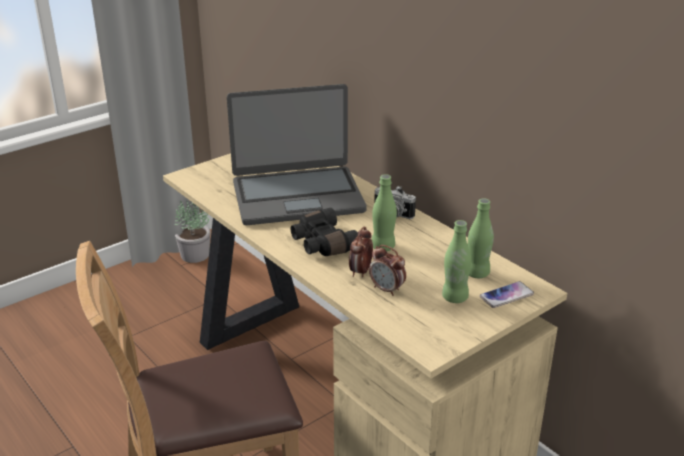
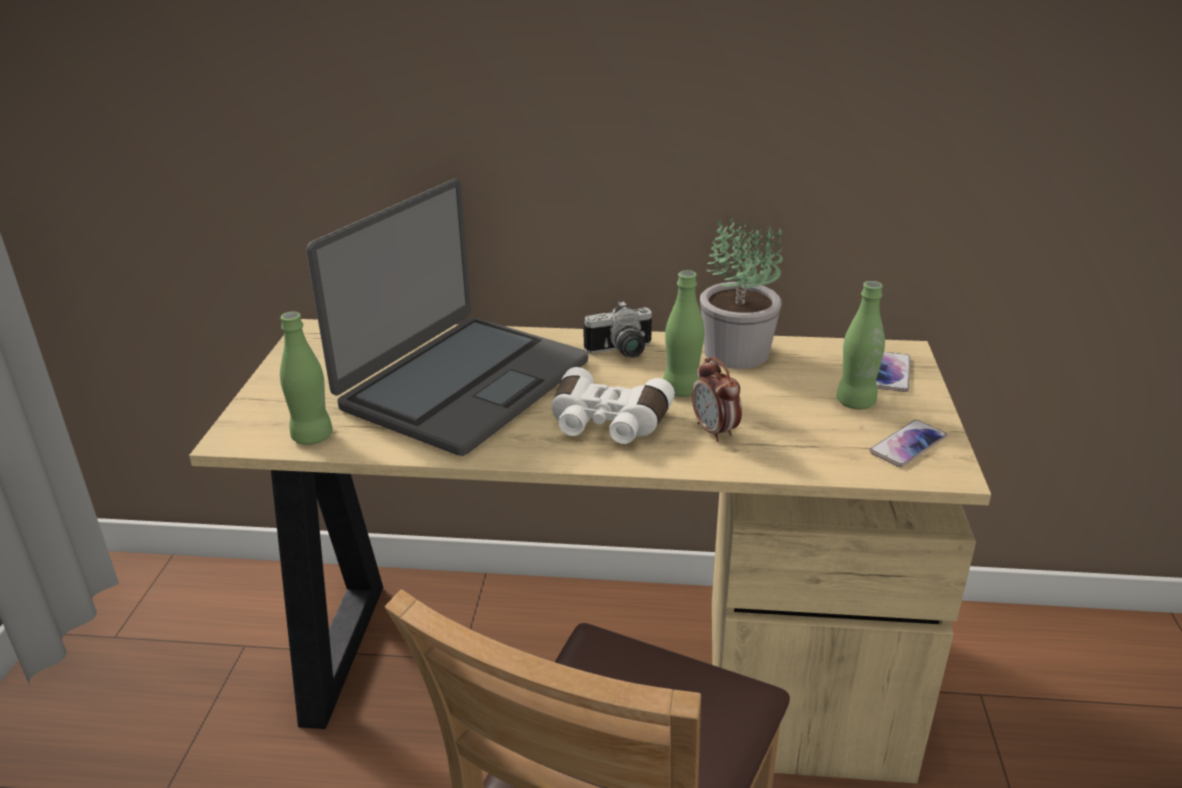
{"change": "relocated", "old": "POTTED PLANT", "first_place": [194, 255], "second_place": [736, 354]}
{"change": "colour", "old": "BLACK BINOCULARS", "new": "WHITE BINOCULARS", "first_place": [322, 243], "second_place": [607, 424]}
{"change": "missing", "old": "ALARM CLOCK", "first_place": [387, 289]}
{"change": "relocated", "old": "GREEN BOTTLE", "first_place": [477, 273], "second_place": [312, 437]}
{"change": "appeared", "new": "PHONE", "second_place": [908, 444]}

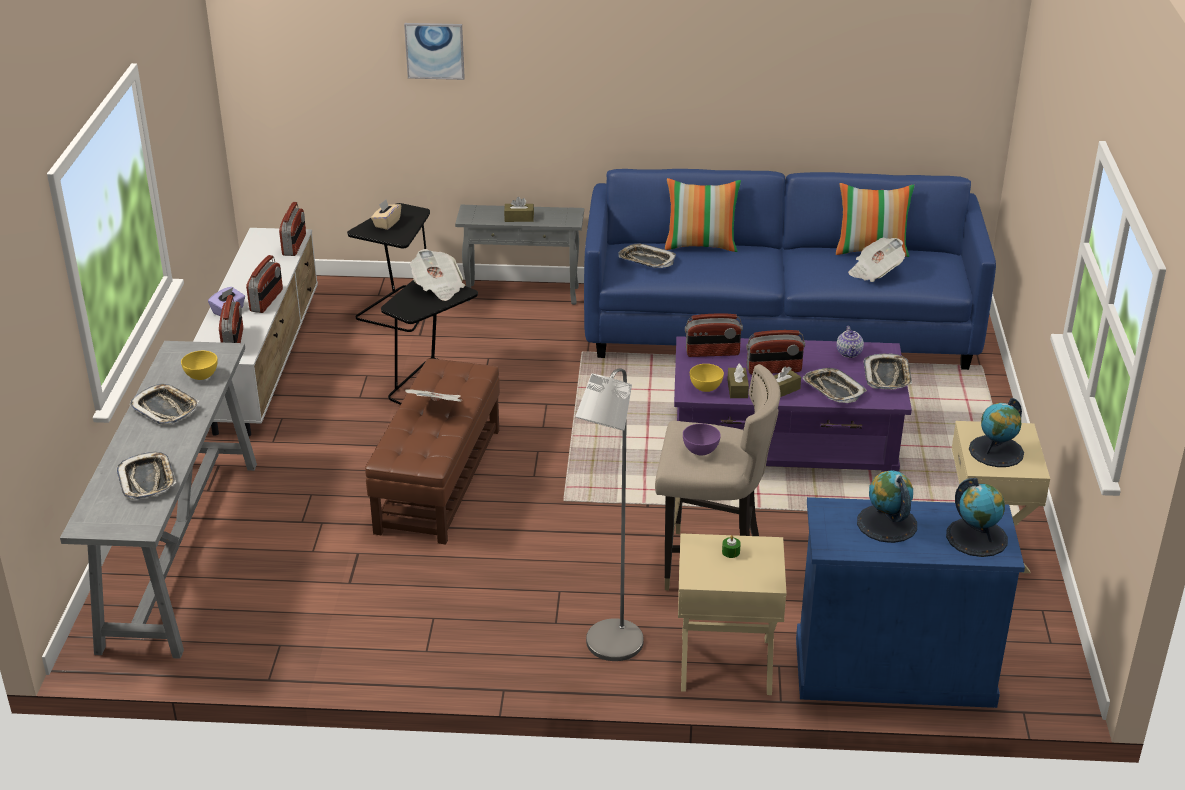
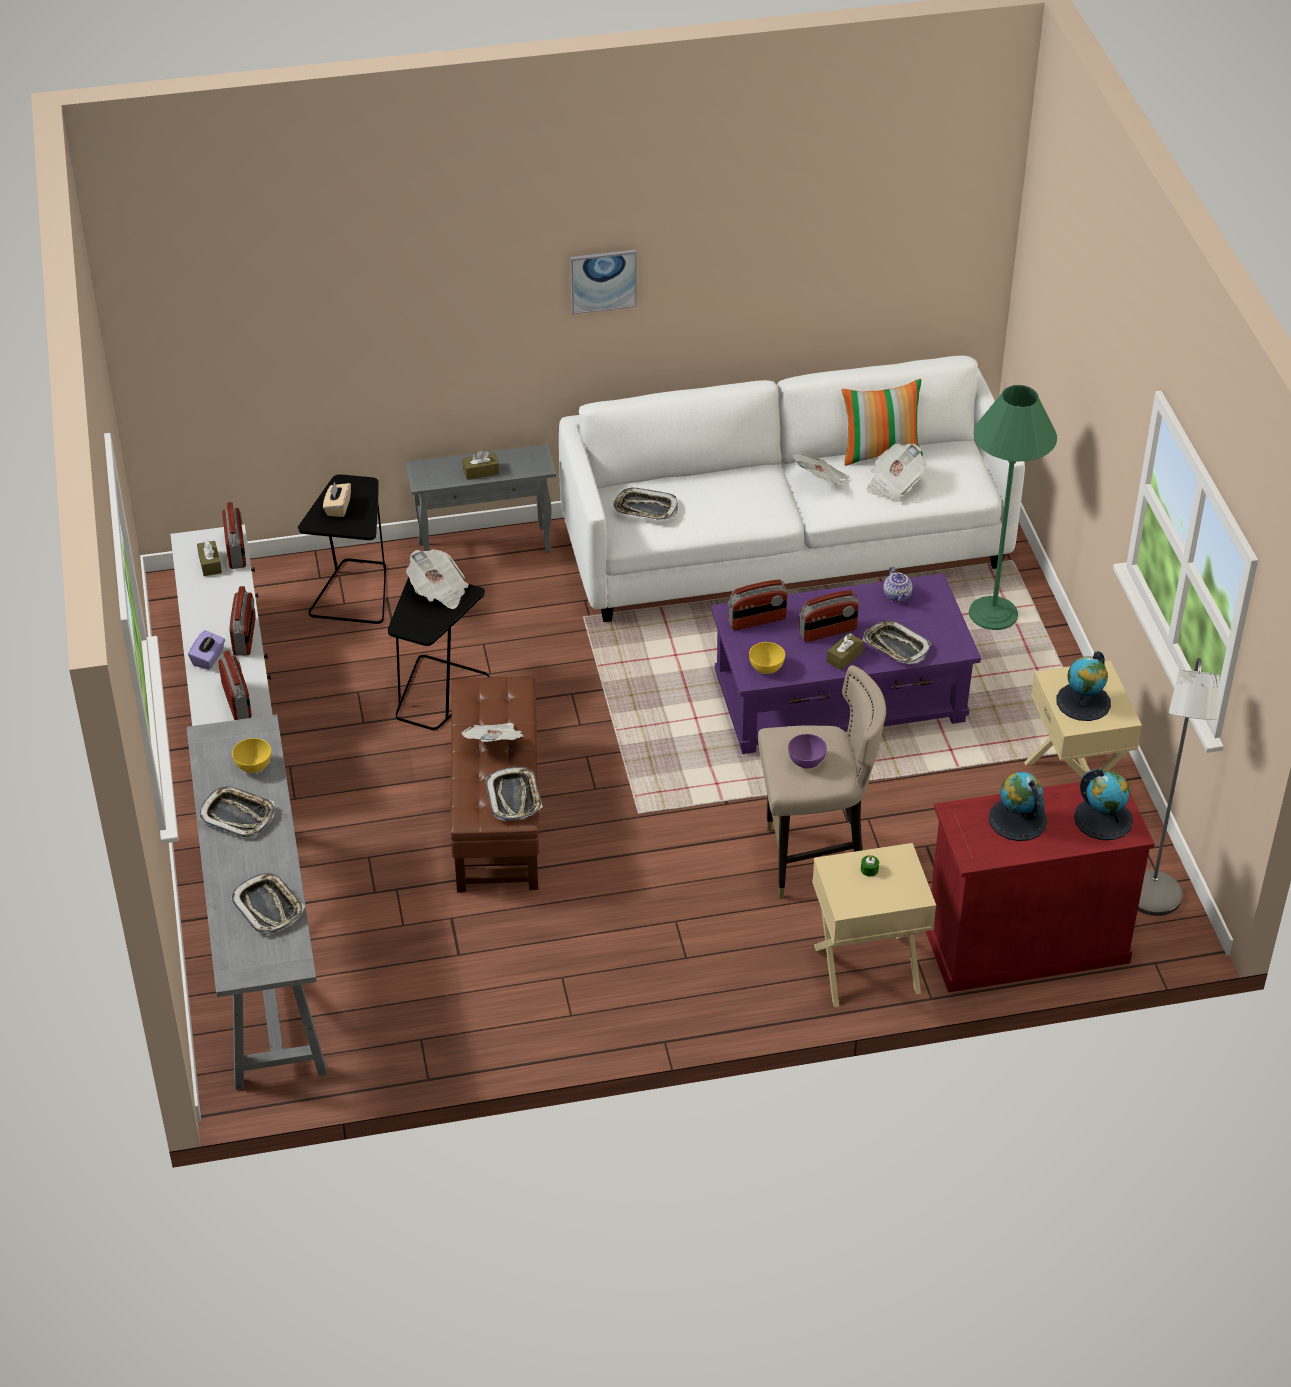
{"change": "relocated", "old": "PICTURE", "first_place": [435, 50], "second_place": [603, 280]}
{"change": "relocated", "old": "GREY FLOOR LAMP", "first_place": [609, 648], "second_place": [1152, 903]}
{"change": "colour", "old": "BLUE SOFA", "new": "WHITE SOFA", "first_place": [779, 328], "second_place": [785, 546]}
{"change": "missing", "old": "PILLOW", "first_place": [701, 245]}
{"change": "relocated", "old": "BROWN TISSUE BOX", "first_place": [737, 389], "second_place": [210, 564]}
{"change": "colour", "old": "BLUE CABINET", "new": "RED CABINET", "first_place": [893, 670], "second_place": [1025, 943]}
{"change": "relocated", "old": "TRAY", "first_place": [887, 376], "second_place": [514, 798]}
{"change": "appeared", "new": "NEWSPAPER", "second_place": [820, 481]}
{"change": "appeared", "new": "GREEN FLOOR LAMP", "second_place": [993, 614]}

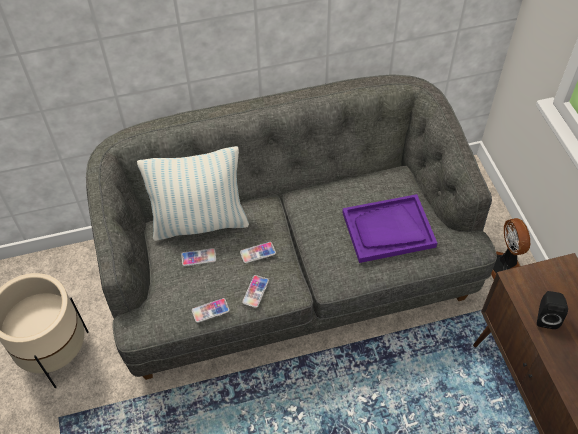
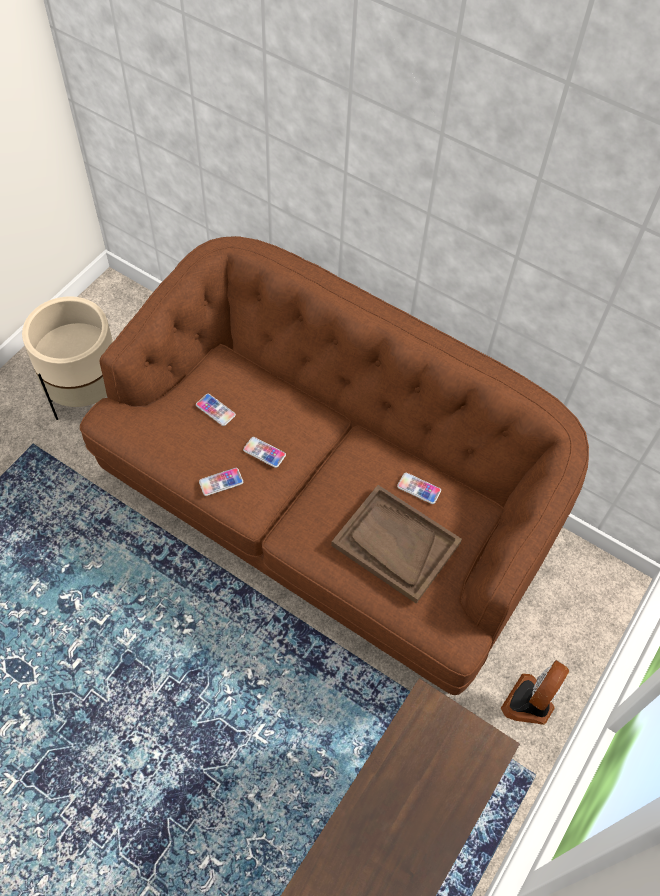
{"change": "colour", "old": "GREY SOFA", "new": "BROWN SOFA", "first_place": [290, 276], "second_place": [326, 512]}
{"change": "missing", "old": "PILLOW", "first_place": [200, 222]}
{"change": "relocated", "old": "PHONE", "first_place": [210, 310], "second_place": [419, 488]}
{"change": "colour", "old": "PURPLE TRAY", "new": "BROWN TRAY", "first_place": [388, 230], "second_place": [395, 544]}
{"change": "missing", "old": "BLACK SPEAKER", "first_place": [546, 317]}

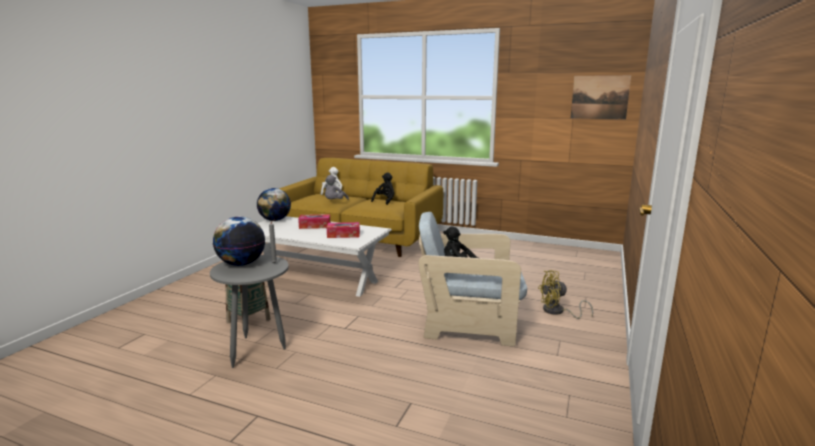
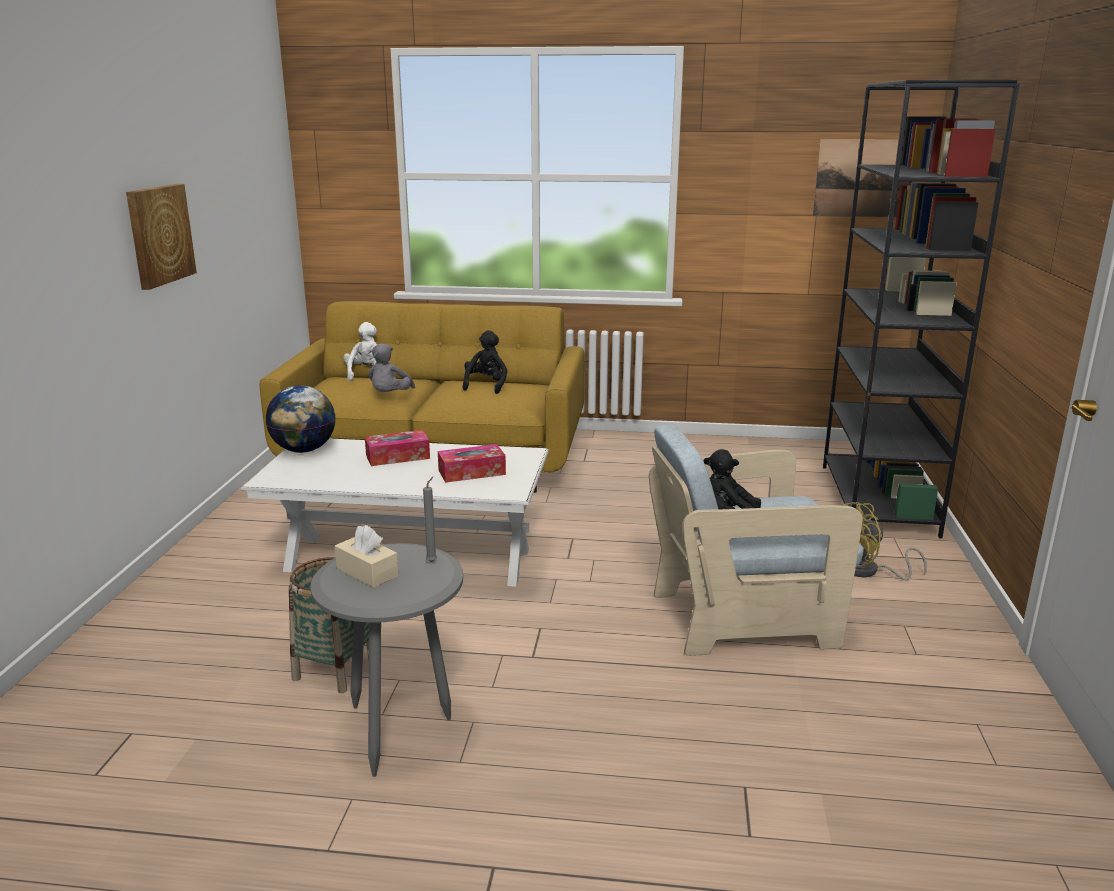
{"change": "exchanged", "old": "GLOBE", "new": "BEIGE TISSUE BOX", "first_place": [241, 264], "second_place": [367, 572]}
{"change": "appeared", "new": "PICTURE", "second_place": [159, 235]}
{"change": "appeared", "new": "BLACK BOOKCASE", "second_place": [878, 500]}

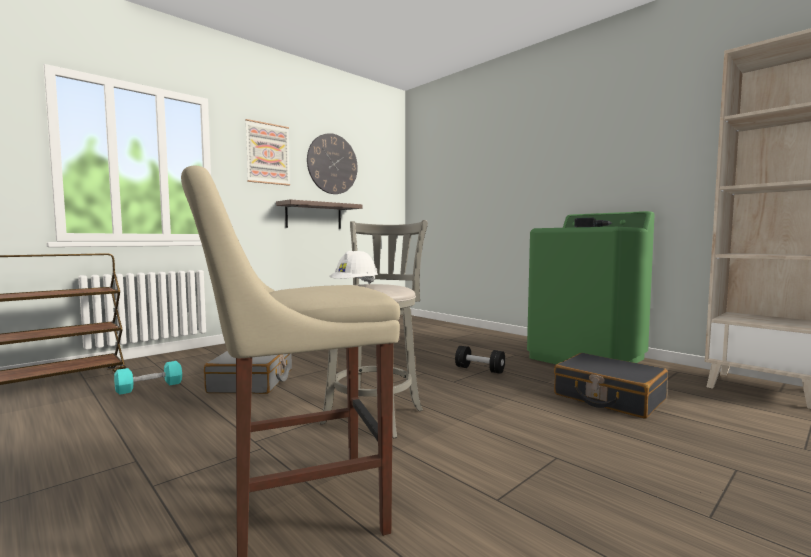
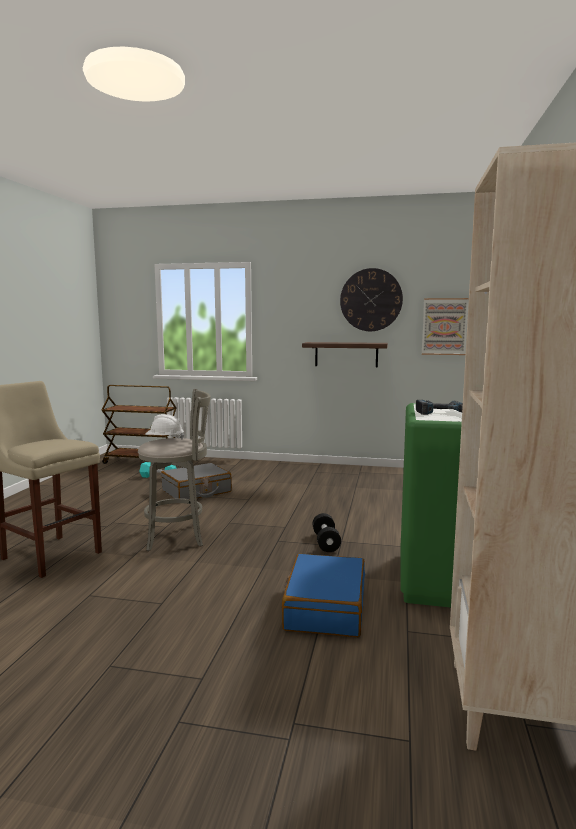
{"change": "relocated", "old": "PICTURE", "first_place": [267, 153], "second_place": [444, 326]}
{"change": "colour", "old": "BLACK SUITCASE", "new": "BLUE SUITCASE", "first_place": [608, 397], "second_place": [324, 608]}

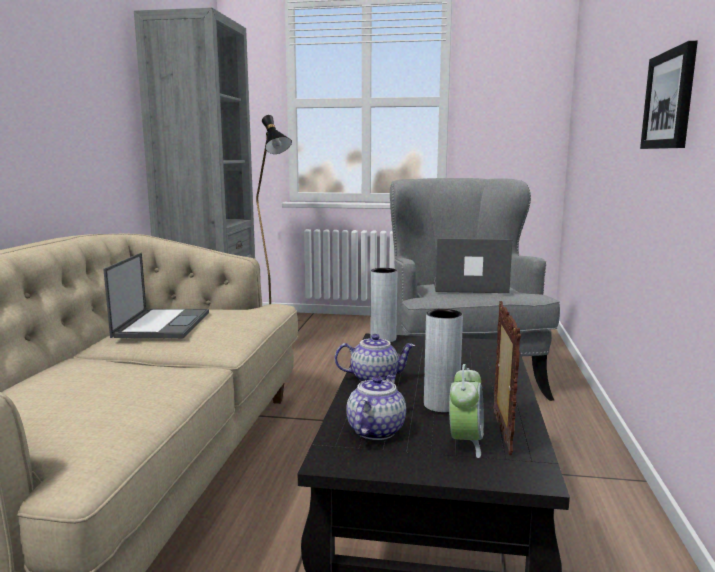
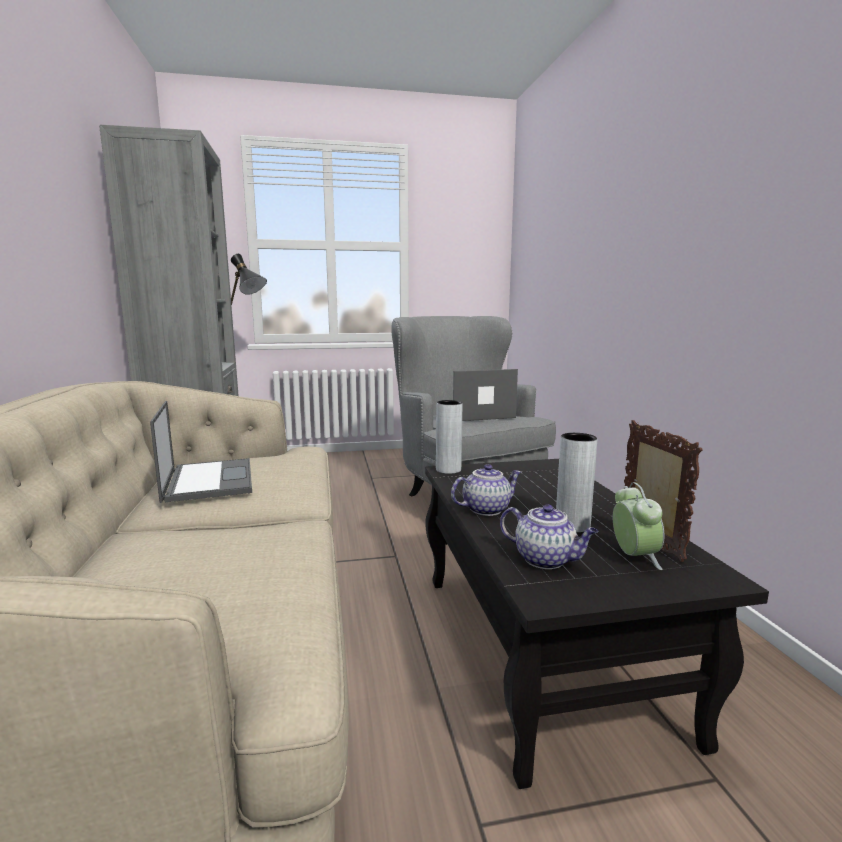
{"change": "spun", "old": "TEAPOT", "first_place": [375, 430], "second_place": [546, 560], "degrees": 120}
{"change": "missing", "old": "PICTURE", "first_place": [670, 100]}

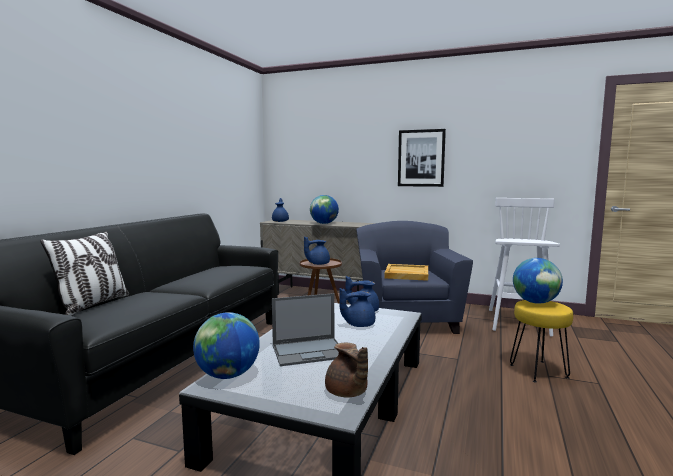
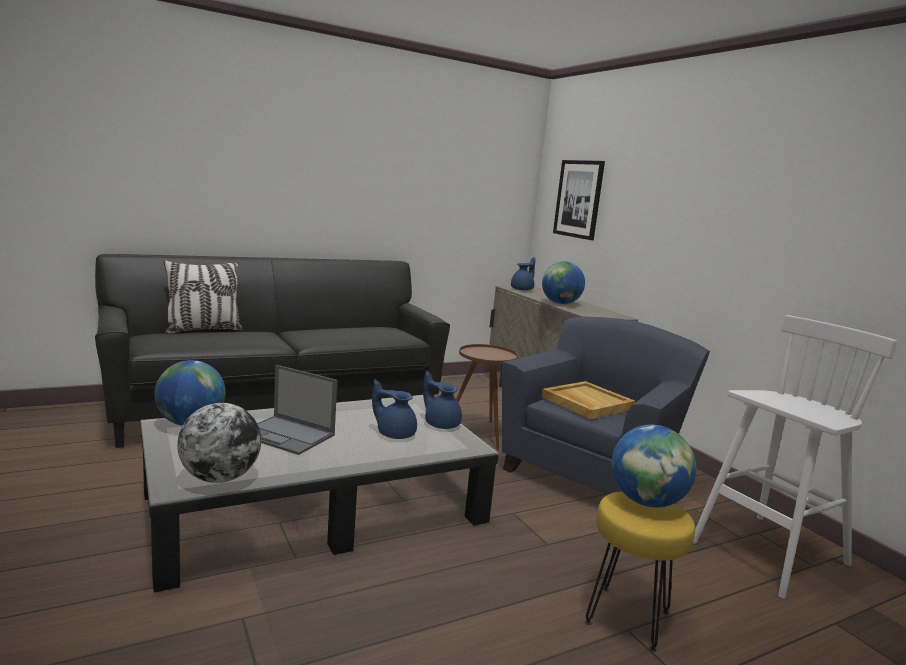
{"change": "missing", "old": "BLUE TEAPOT", "first_place": [317, 264]}
{"change": "exchanged", "old": "BROWN TEAPOT", "new": "GLOBE", "first_place": [347, 393], "second_place": [219, 478]}
{"change": "relocated", "old": "PICTURE", "first_place": [421, 158], "second_place": [578, 199]}

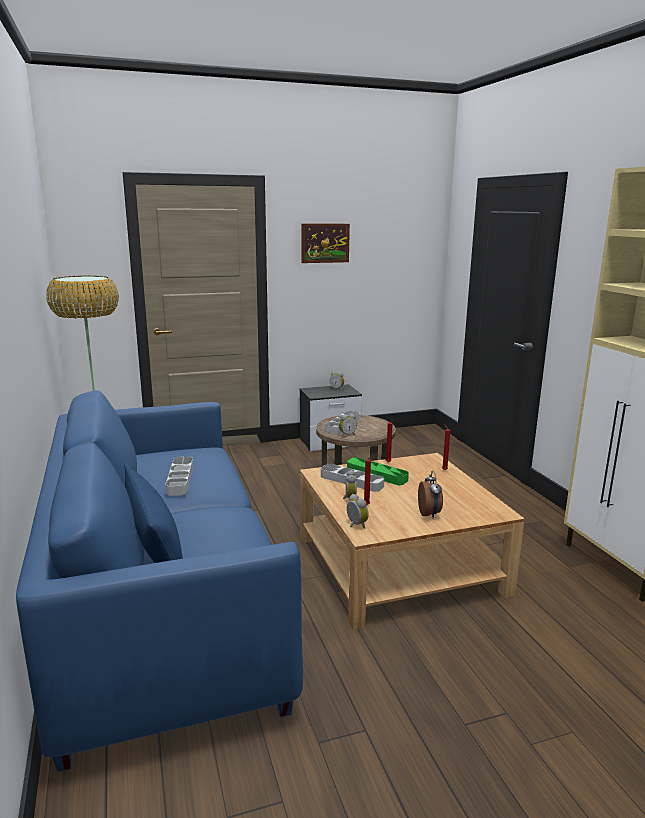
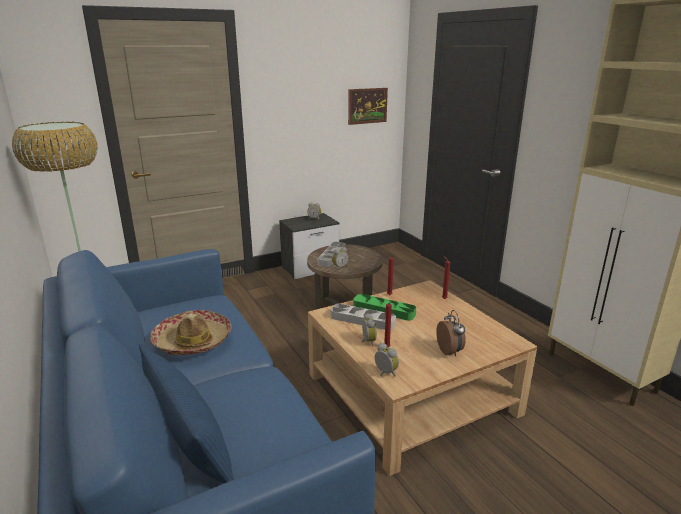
{"change": "exchanged", "old": "GREY TRAY", "new": "HAT", "first_place": [180, 479], "second_place": [193, 341]}
{"change": "relocated", "old": "PICTURE", "first_place": [325, 243], "second_place": [367, 106]}

